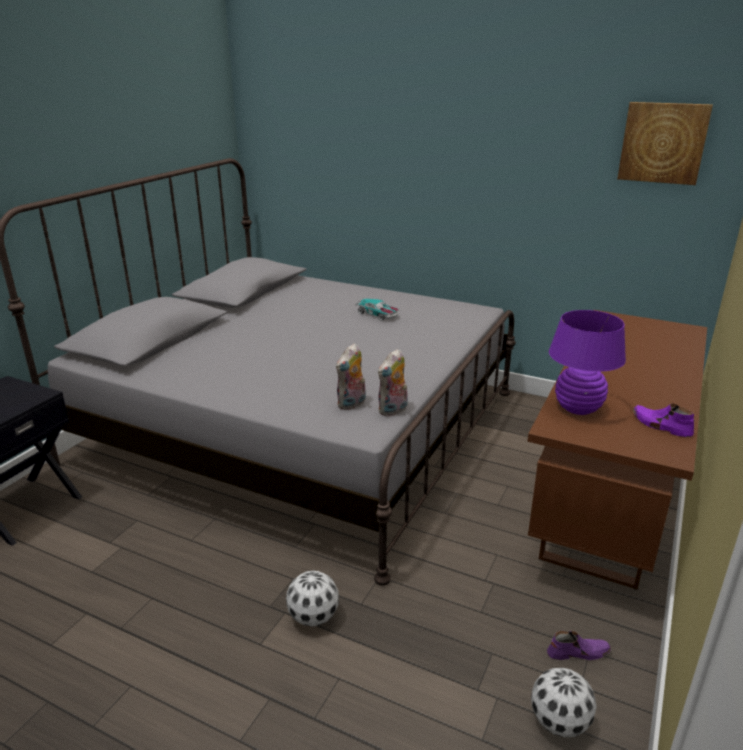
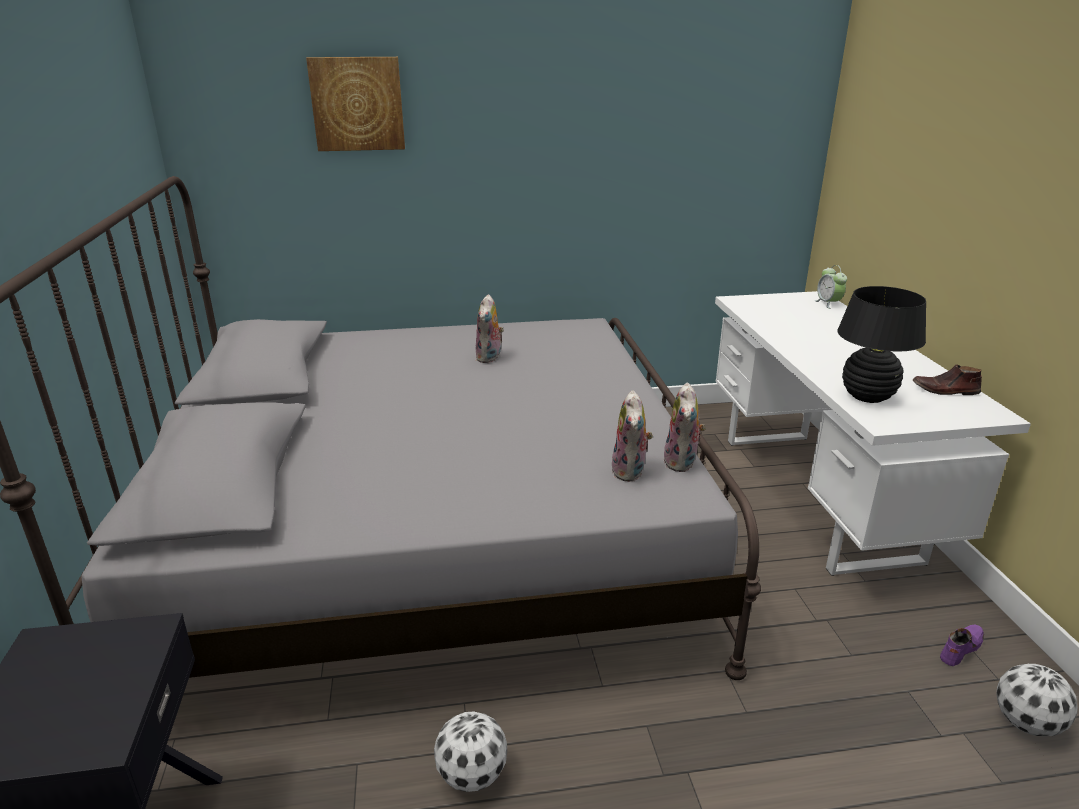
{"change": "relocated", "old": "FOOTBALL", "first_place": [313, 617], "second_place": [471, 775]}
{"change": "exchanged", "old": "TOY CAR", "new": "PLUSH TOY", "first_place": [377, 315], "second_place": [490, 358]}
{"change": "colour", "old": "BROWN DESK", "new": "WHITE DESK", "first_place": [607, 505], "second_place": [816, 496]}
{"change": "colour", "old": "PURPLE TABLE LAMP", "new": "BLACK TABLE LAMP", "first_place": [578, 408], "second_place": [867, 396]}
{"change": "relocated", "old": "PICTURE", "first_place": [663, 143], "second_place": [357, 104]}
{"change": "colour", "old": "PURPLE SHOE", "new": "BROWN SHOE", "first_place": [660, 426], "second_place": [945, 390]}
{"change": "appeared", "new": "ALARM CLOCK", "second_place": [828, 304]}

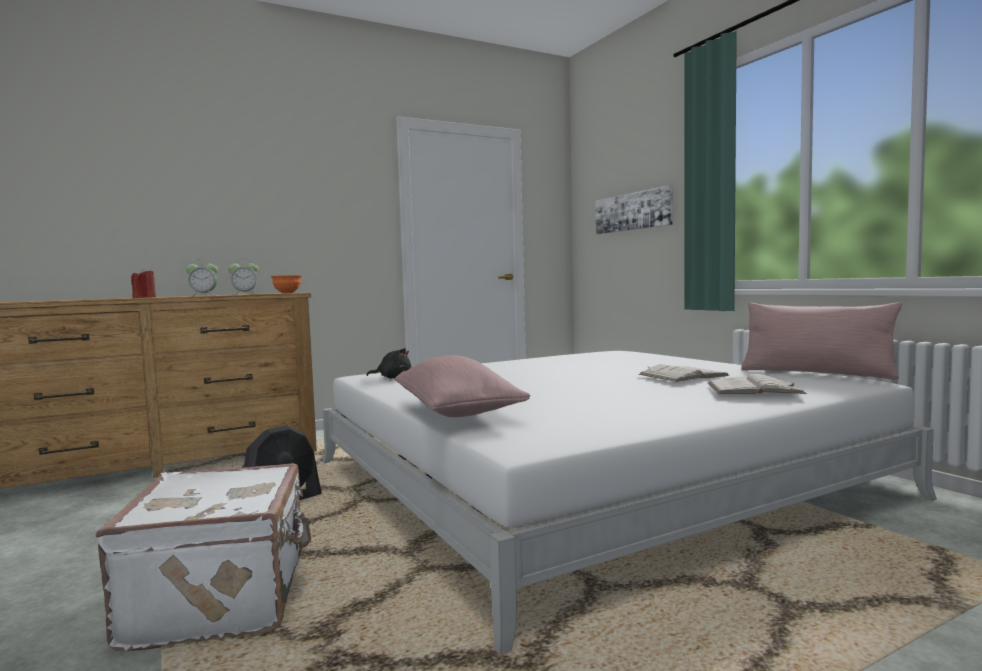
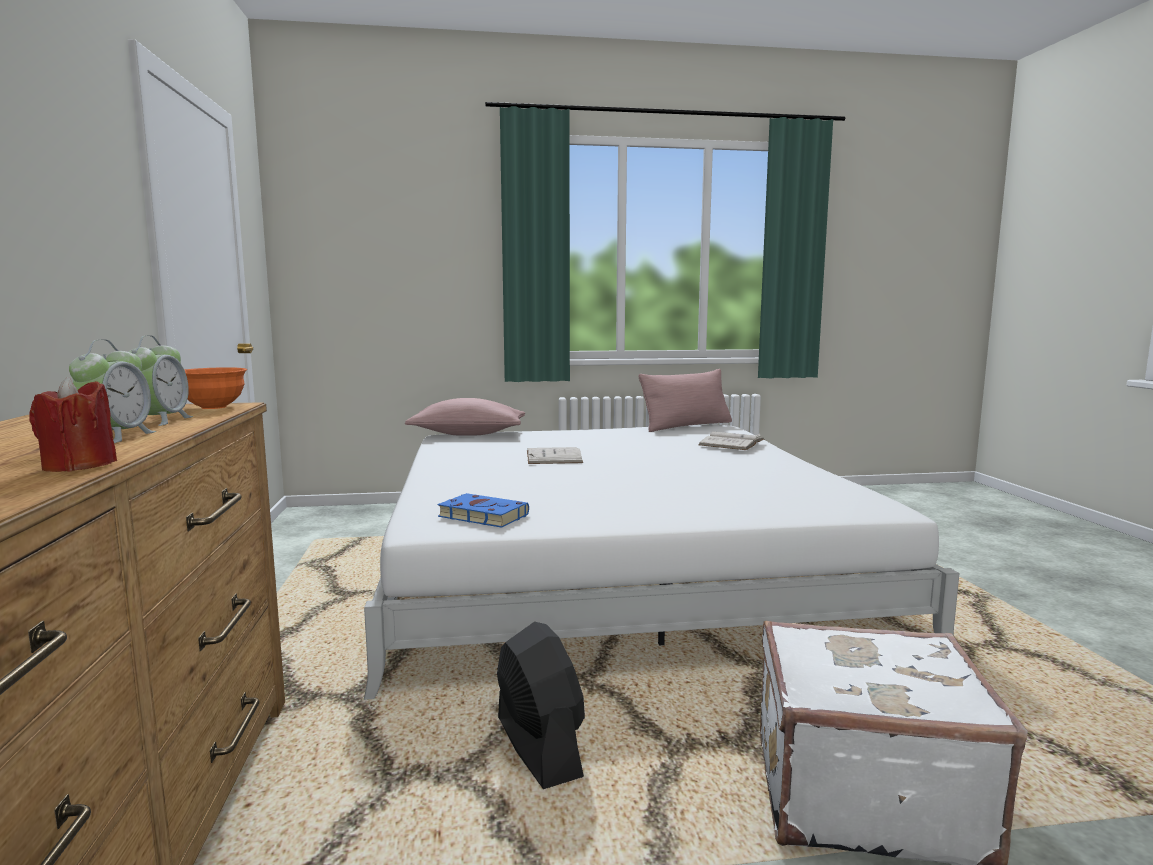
{"change": "exchanged", "old": "BLACK PLUSH TOY", "new": "BLUE BOOK", "first_place": [393, 378], "second_place": [481, 515]}
{"change": "relocated", "old": "PINK PILLOW", "first_place": [456, 412], "second_place": [468, 434]}
{"change": "missing", "old": "PICTURE", "first_place": [633, 211]}
{"change": "relocated", "old": "WHITE BOOK", "first_place": [683, 375], "second_place": [553, 456]}

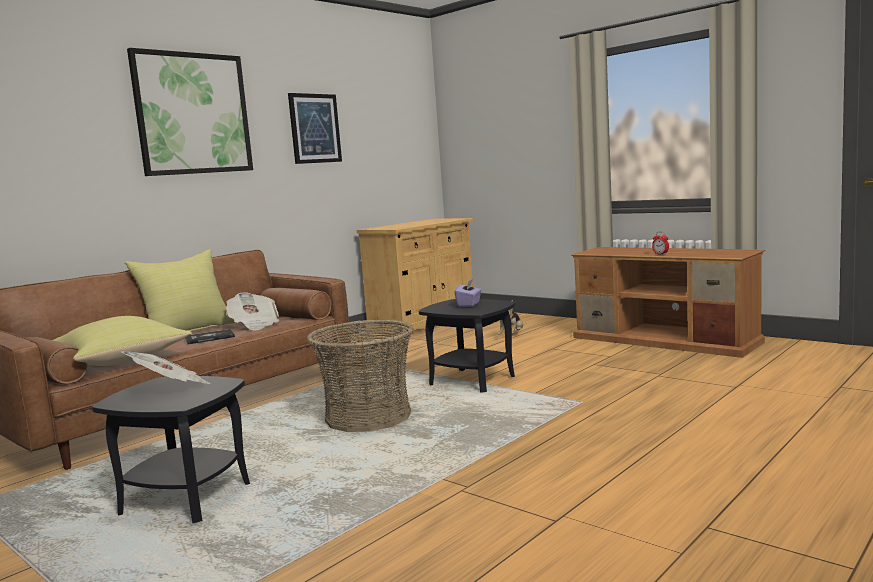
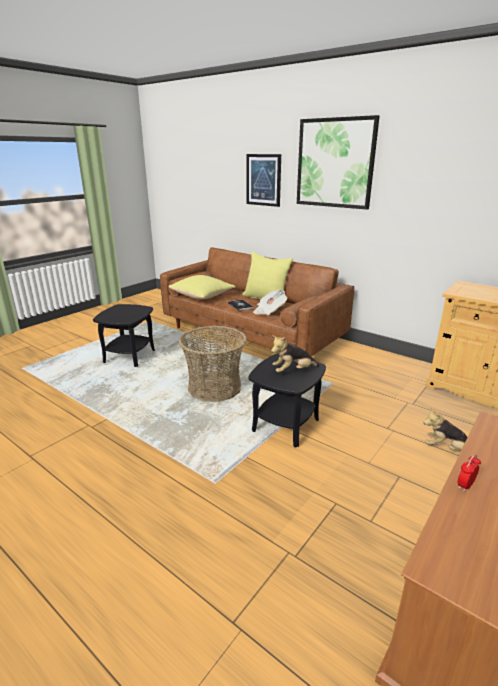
{"change": "missing", "old": "NEWSPAPER", "first_place": [171, 388]}
{"change": "relocated", "old": "PICTURE", "first_place": [314, 128], "second_place": [263, 180]}
{"change": "exchanged", "old": "PURPLE TISSUE BOX", "new": "PLUSH TOY", "first_place": [469, 304], "second_place": [293, 371]}

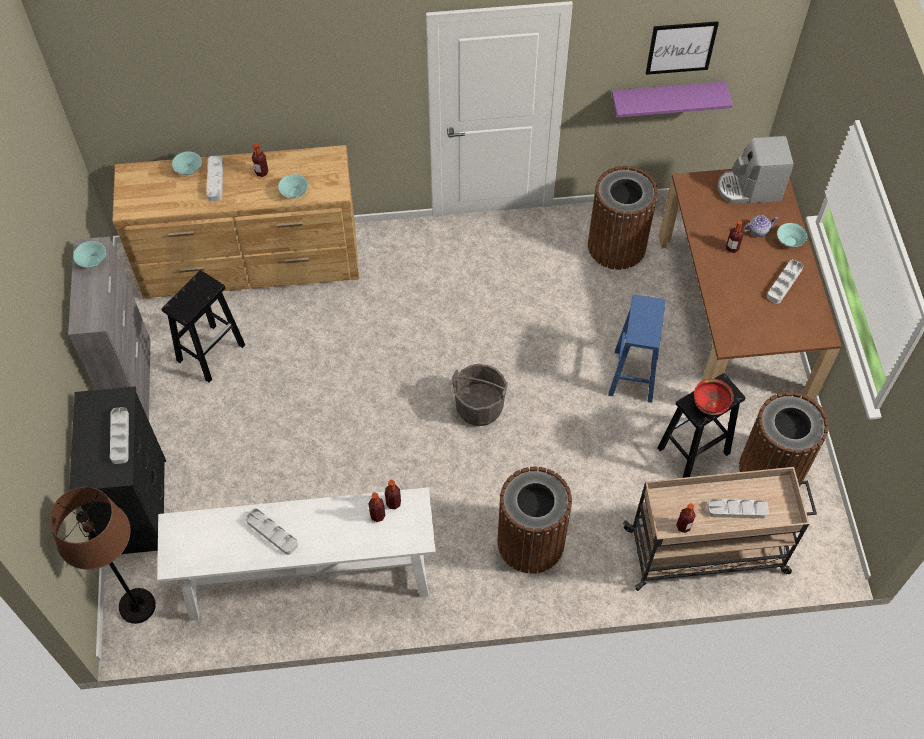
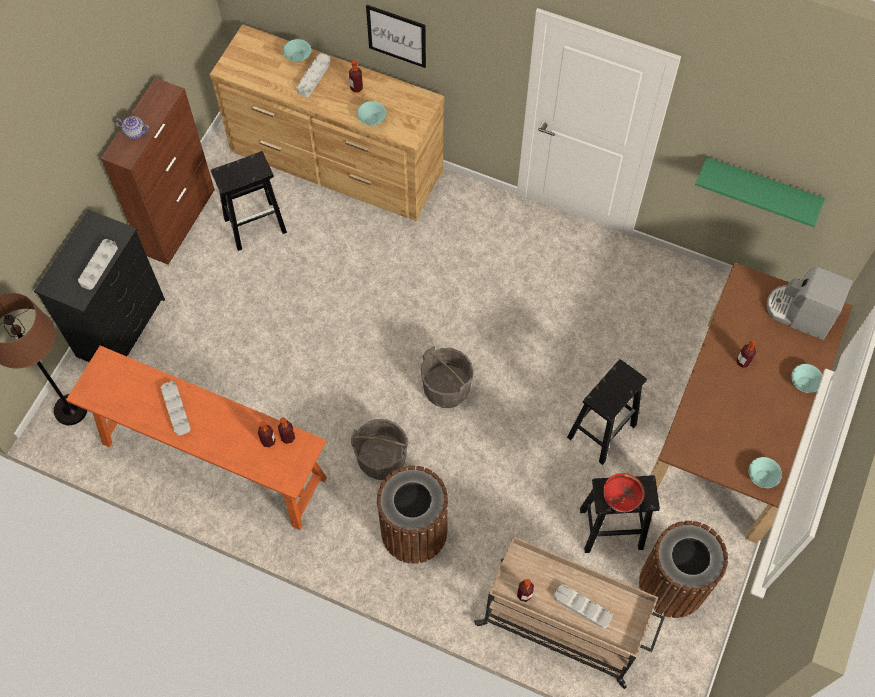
{"change": "colour", "old": "GREY CABINET", "new": "BROWN CABINET", "first_place": [133, 383], "second_place": [179, 221]}
{"change": "relocated", "old": "TURQUOISE BOWL", "first_place": [92, 260], "second_place": [762, 476]}
{"change": "colour", "old": "WHITE CONSOLE TABLE", "new": "ORANGE CONSOLE TABLE", "first_place": [307, 578], "second_place": [212, 460]}
{"change": "missing", "old": "BROWN TRASH CAN", "first_place": [617, 246]}
{"change": "colour", "old": "BLUE STOOL", "new": "BLACK STOOL", "first_place": [633, 374], "second_place": [602, 430]}
{"change": "colour", "old": "PURPLE SHELF", "new": "GREEN SHELF", "first_place": [666, 97], "second_place": [761, 187]}
{"change": "relocated", "old": "PICTURE", "first_place": [681, 47], "second_place": [396, 36]}
{"change": "relocated", "old": "TEAPOT", "first_place": [758, 230], "second_place": [135, 132]}
{"change": "missing", "old": "GREY TRAY", "first_place": [784, 283]}
{"change": "appeared", "new": "GREY BUCKET", "second_place": [382, 459]}

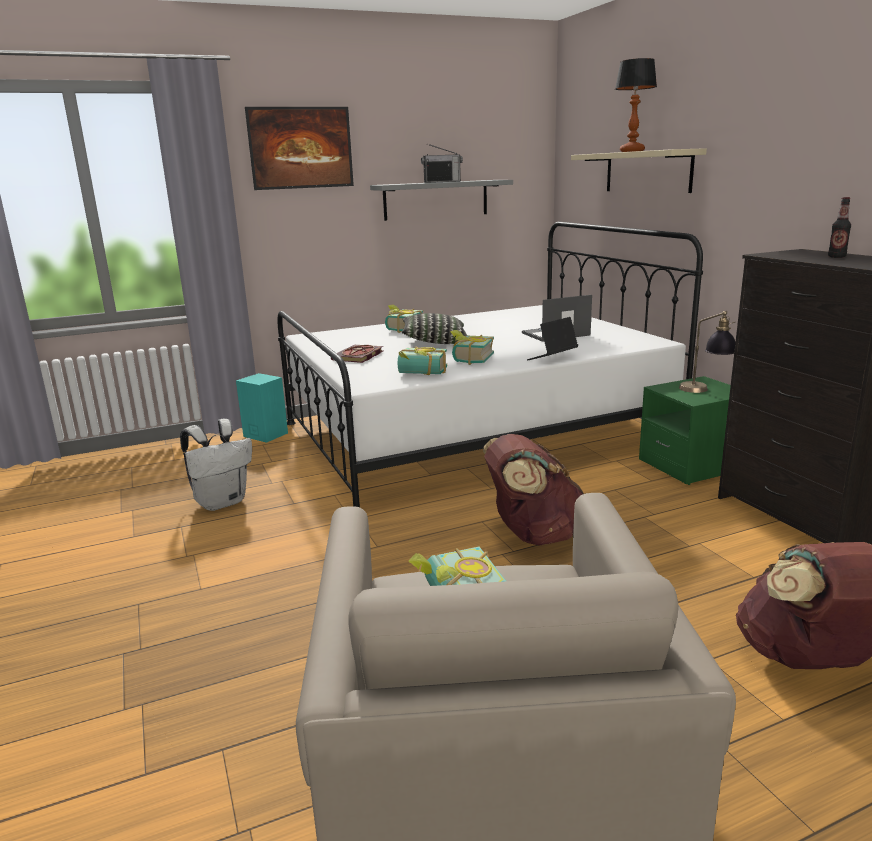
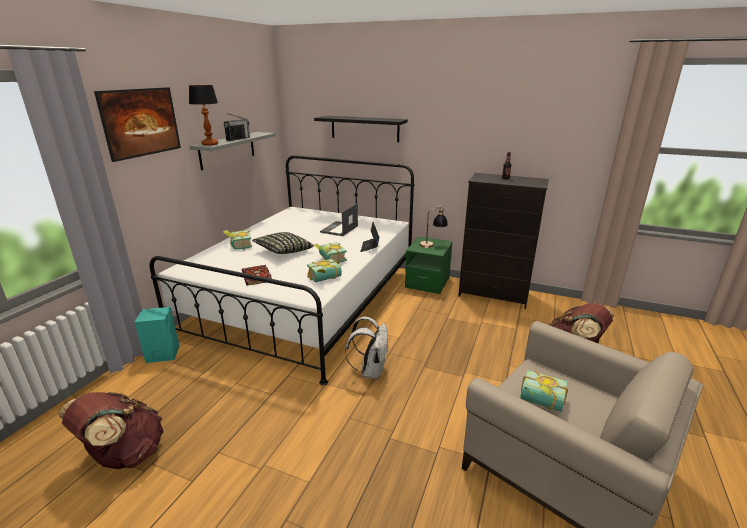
{"change": "relocated", "old": "WHITE BACKPACK", "first_place": [222, 502], "second_place": [371, 371]}
{"change": "relocated", "old": "BROWN BACKPACK", "first_place": [533, 534], "second_place": [124, 455]}
{"change": "colour", "old": "BEIGE SHELF", "new": "BLACK SHELF", "first_place": [647, 171], "second_place": [364, 128]}
{"change": "relocated", "old": "TABLE LAMP", "first_place": [631, 151], "second_place": [209, 144]}

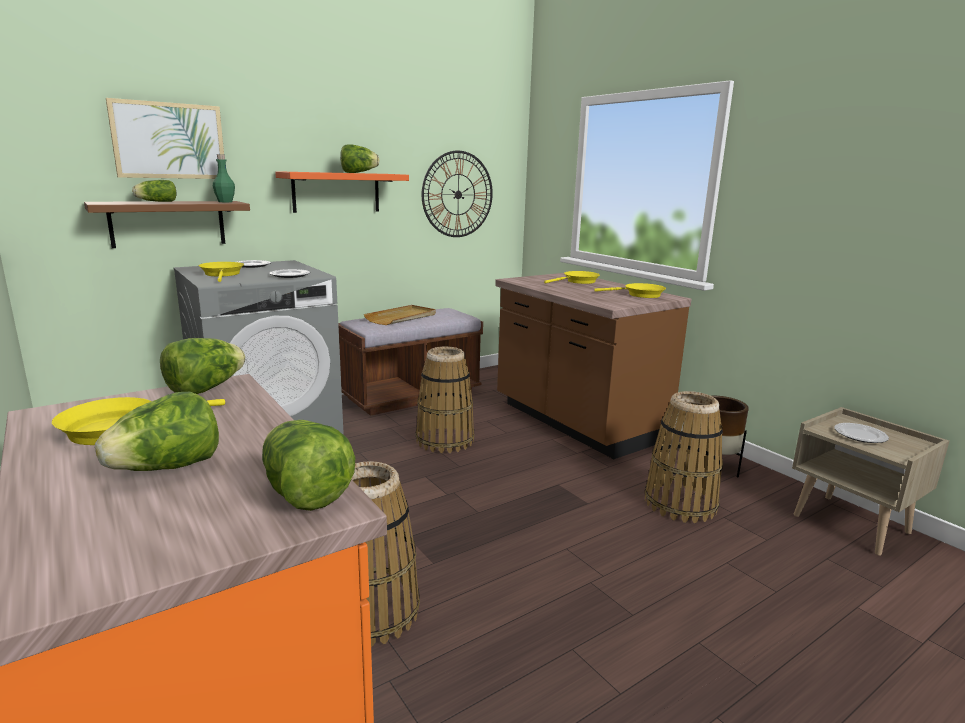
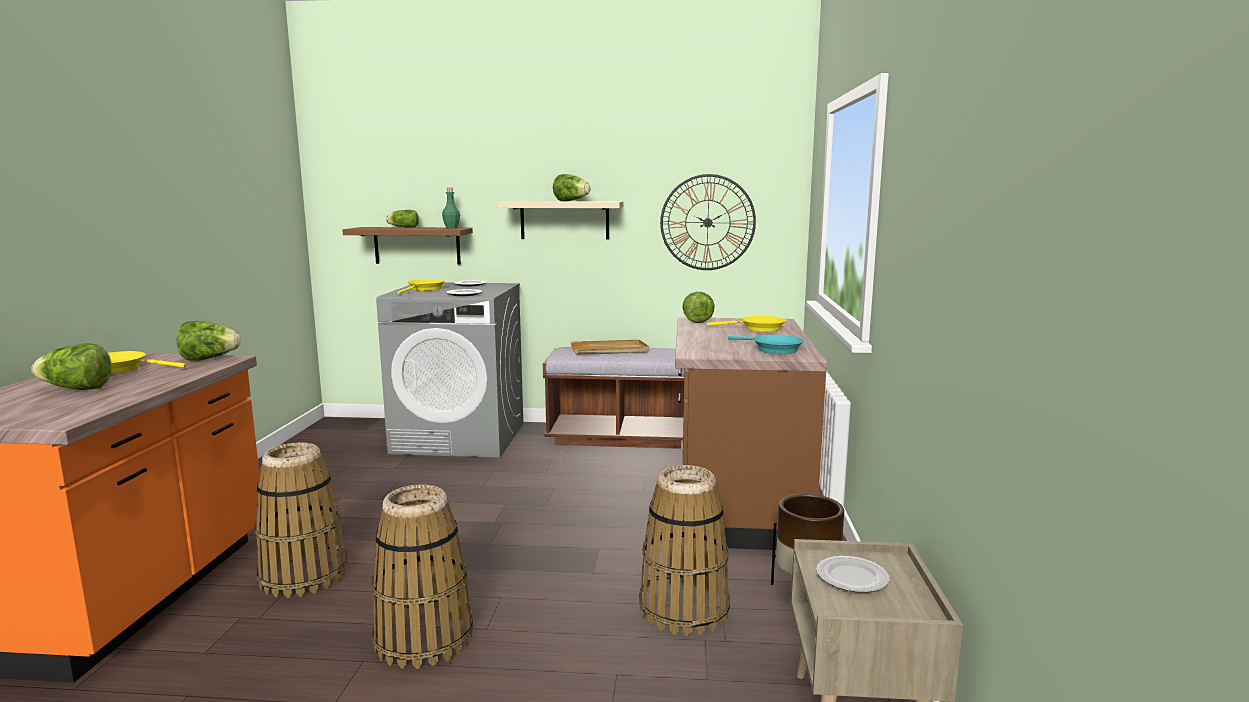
{"change": "missing", "old": "PICTURE", "first_place": [169, 141]}
{"change": "relocated", "old": "LETTUCE", "first_place": [305, 493], "second_place": [696, 321]}
{"change": "colour", "old": "ORANGE SHELF", "new": "BEIGE SHELF", "first_place": [336, 192], "second_place": [564, 220]}
{"change": "relocated", "old": "BASKET", "first_place": [445, 440], "second_place": [424, 638]}
{"change": "colour", "old": "YELLOW FRYING PAN", "new": "TURQUOISE FRYING PAN", "first_place": [640, 295], "second_place": [773, 349]}

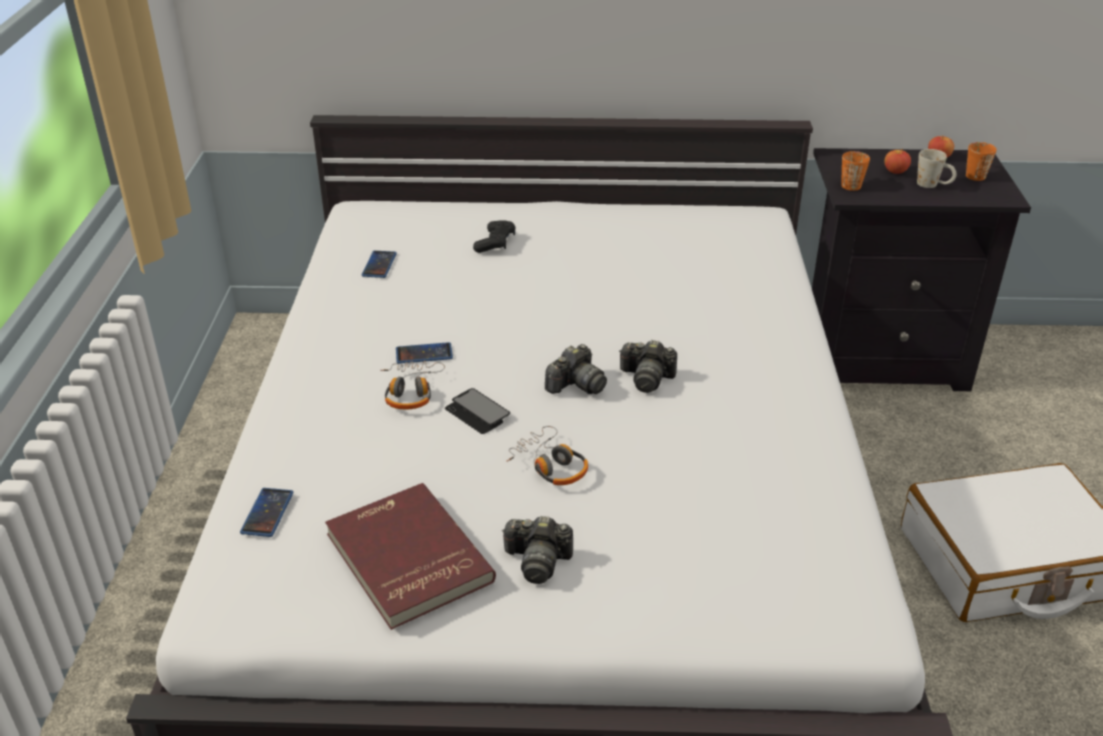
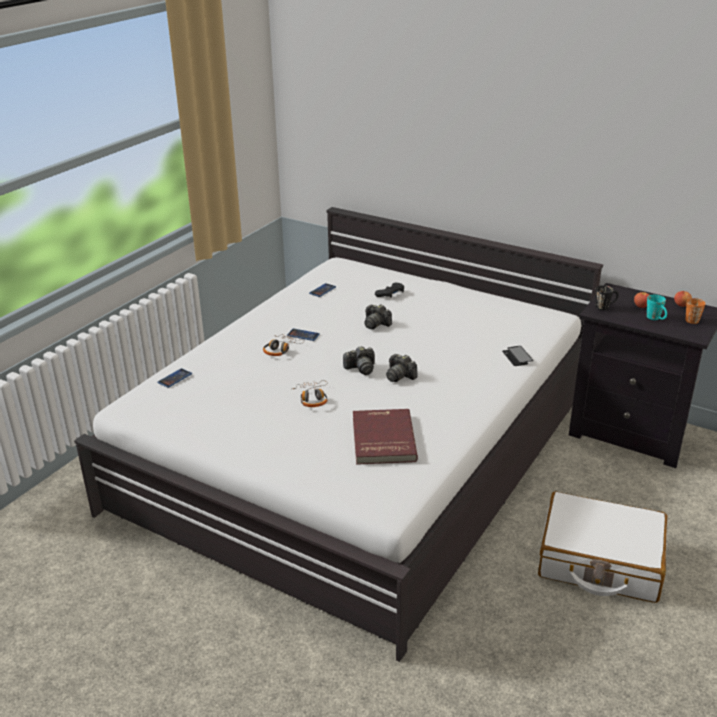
{"change": "relocated", "old": "RED BOOK", "first_place": [406, 559], "second_place": [382, 439]}
{"change": "relocated", "old": "PHONE", "first_place": [477, 413], "second_place": [517, 357]}
{"change": "relocated", "old": "PHOTO CAMERA", "first_place": [538, 561], "second_place": [376, 324]}
{"change": "colour", "old": "ORANGE MUG", "new": "BLACK MUG", "first_place": [854, 184], "second_place": [605, 306]}
{"change": "colour", "old": "WHITE MUG", "new": "TURQUOISE MUG", "first_place": [933, 185], "second_place": [656, 319]}

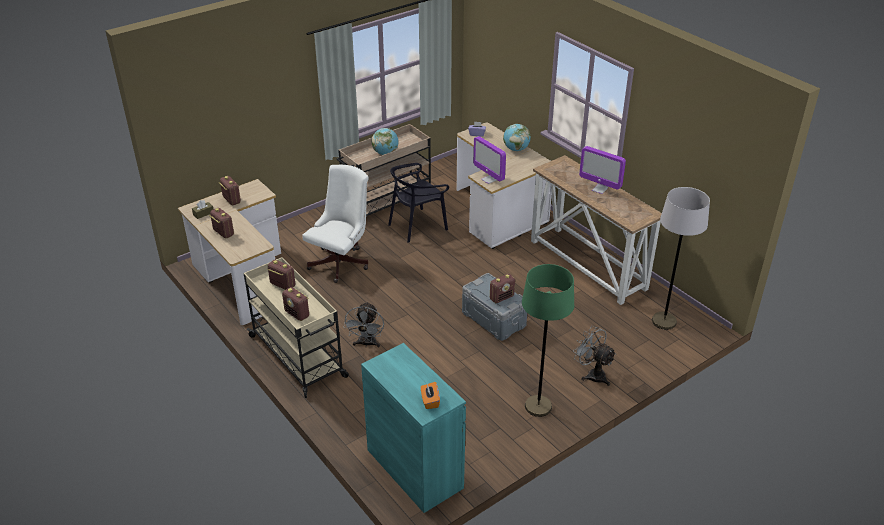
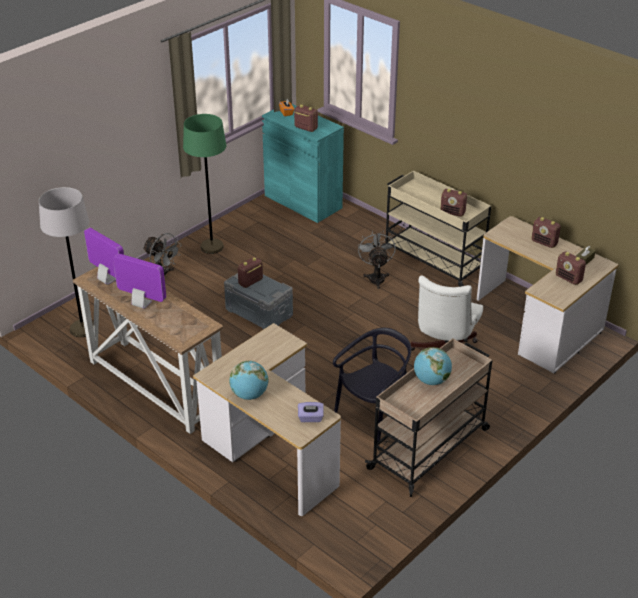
{"change": "relocated", "old": "RADIO", "first_place": [297, 314], "second_place": [305, 128]}
{"change": "relocated", "old": "MONITOR", "first_place": [489, 179], "second_place": [108, 280]}

